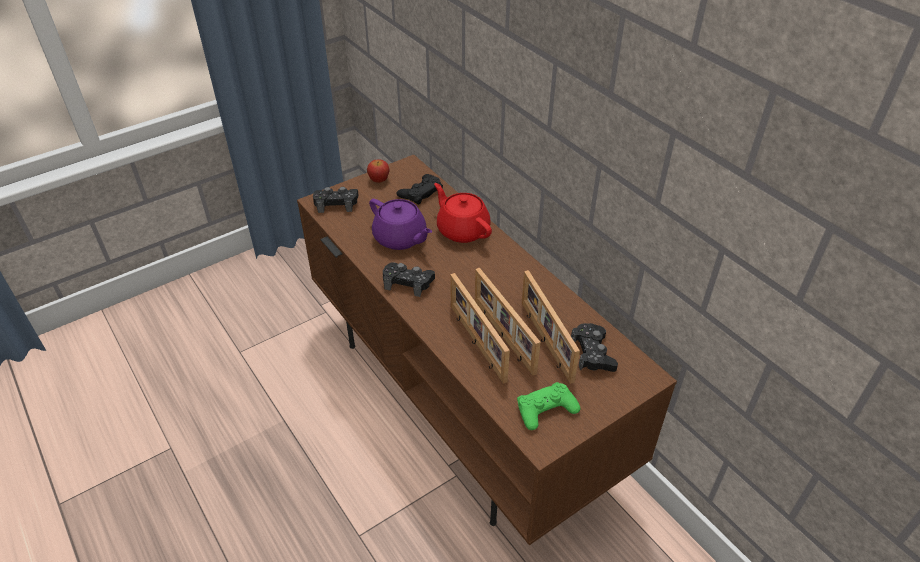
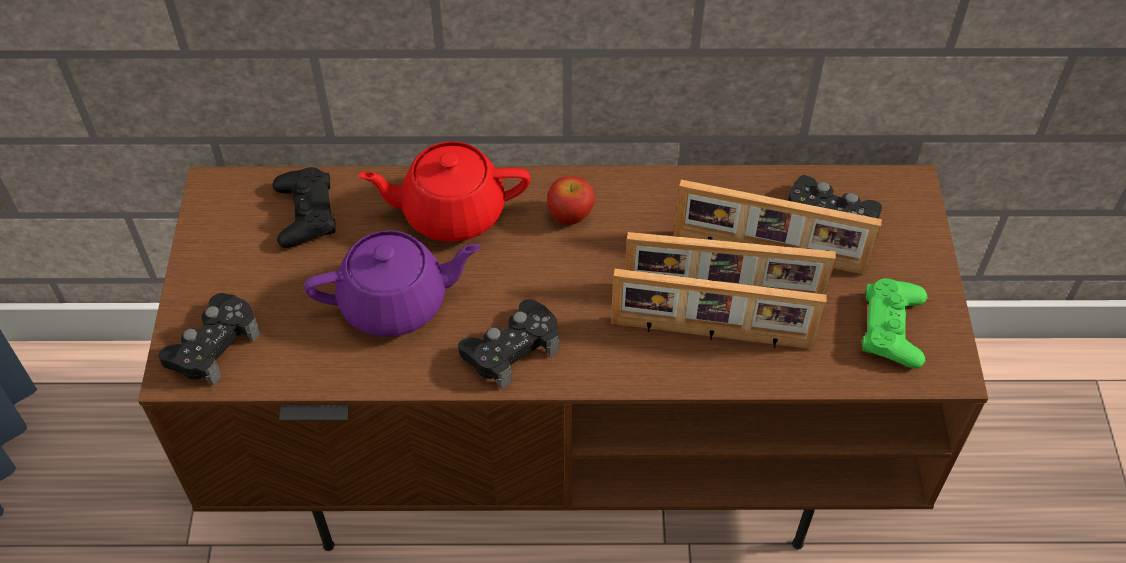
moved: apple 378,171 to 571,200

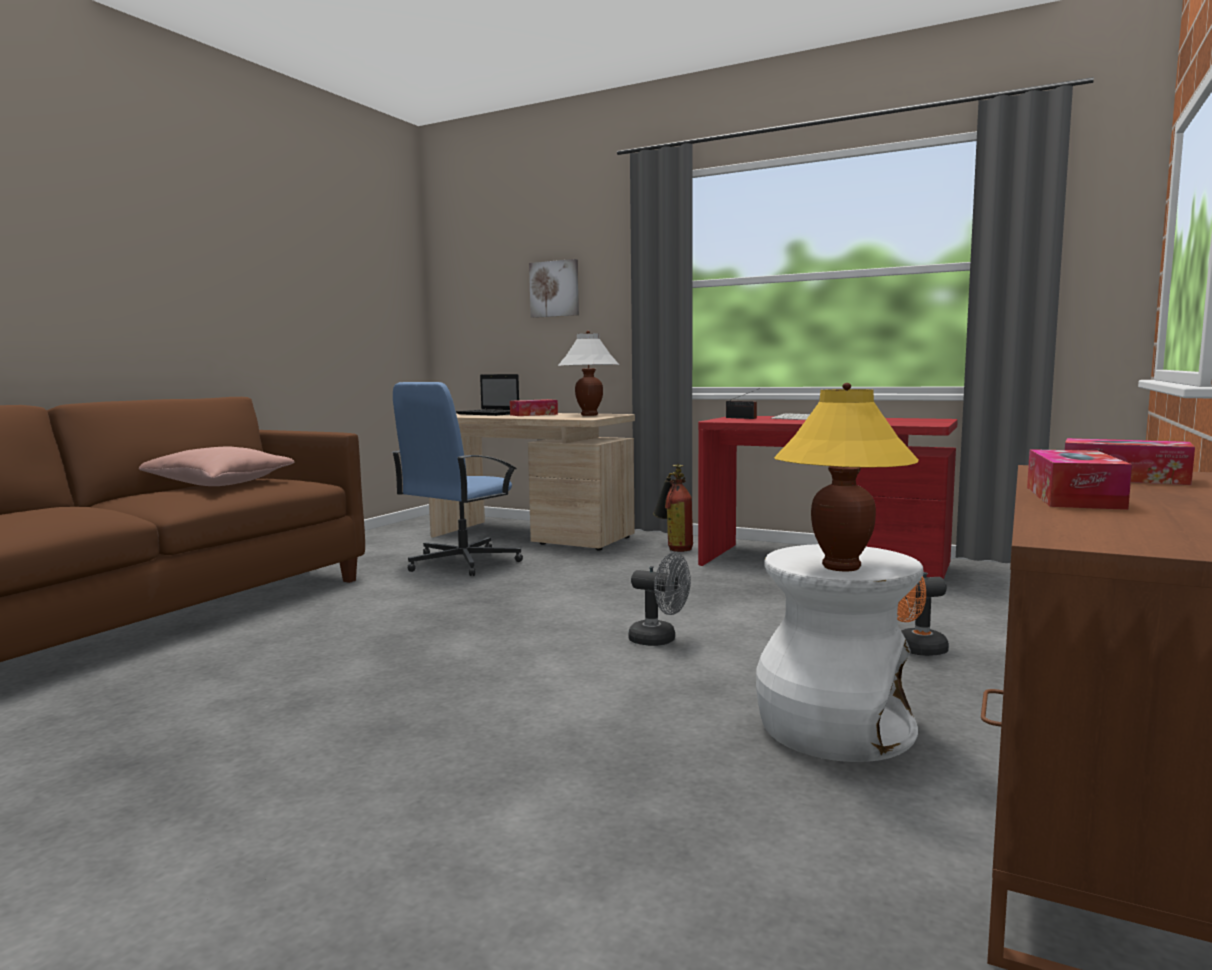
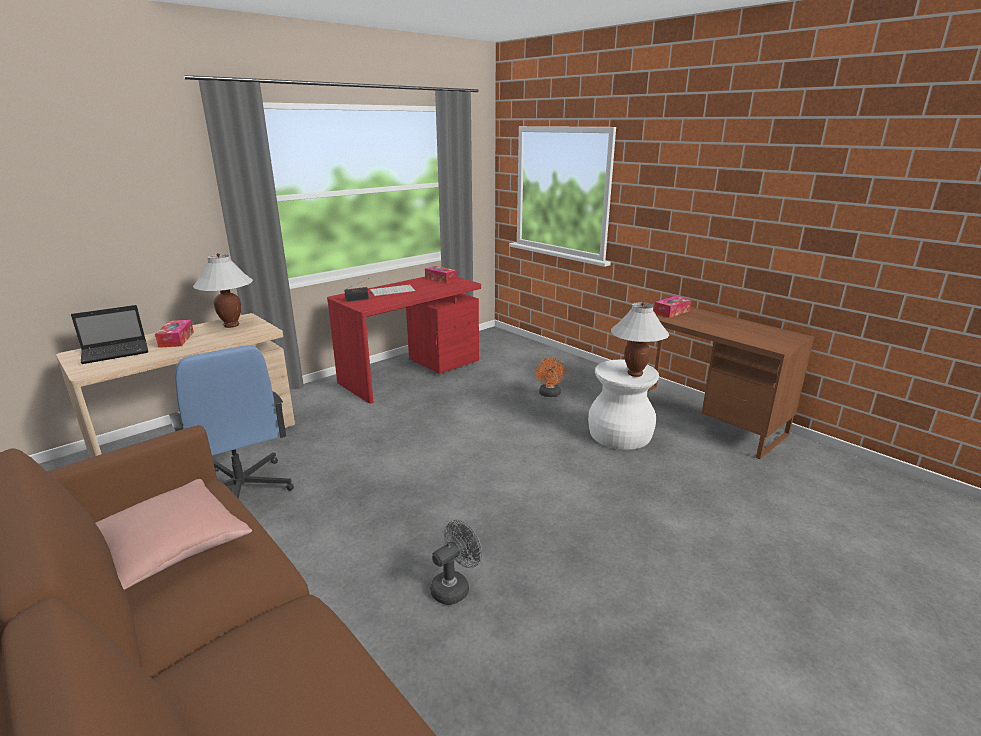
removed: picture 554,288; fire_extinguisher 673,508
moved: grey_fan 659,599 to 456,562; tissue_box 1079,479 to 441,274
recoloured: yellow_table_lamp 846,477 to white_table_lamp 640,339

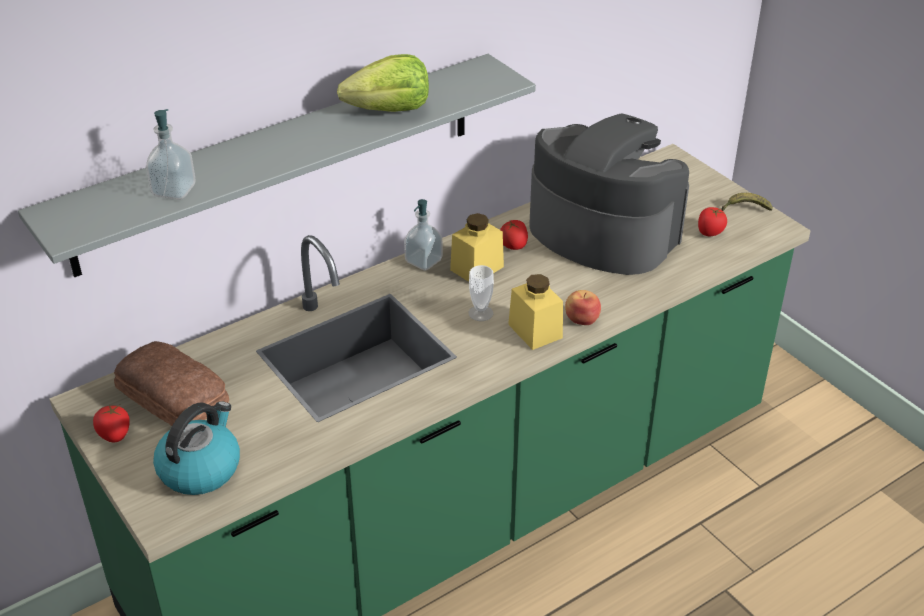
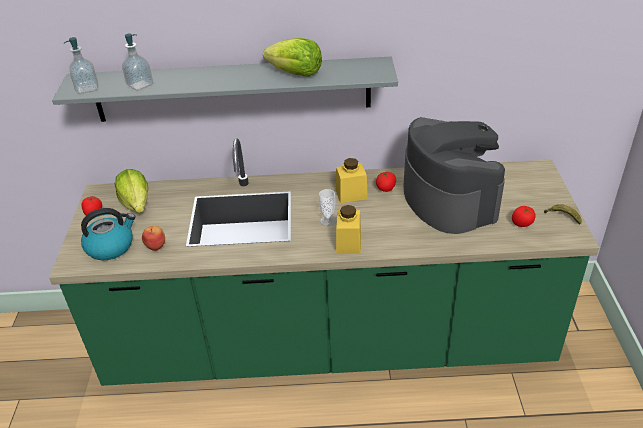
moved: soap_dispenser 423,235 to 81,65; apple 583,307 to 153,238
replaced: bread 171,383 to lettuce 131,191

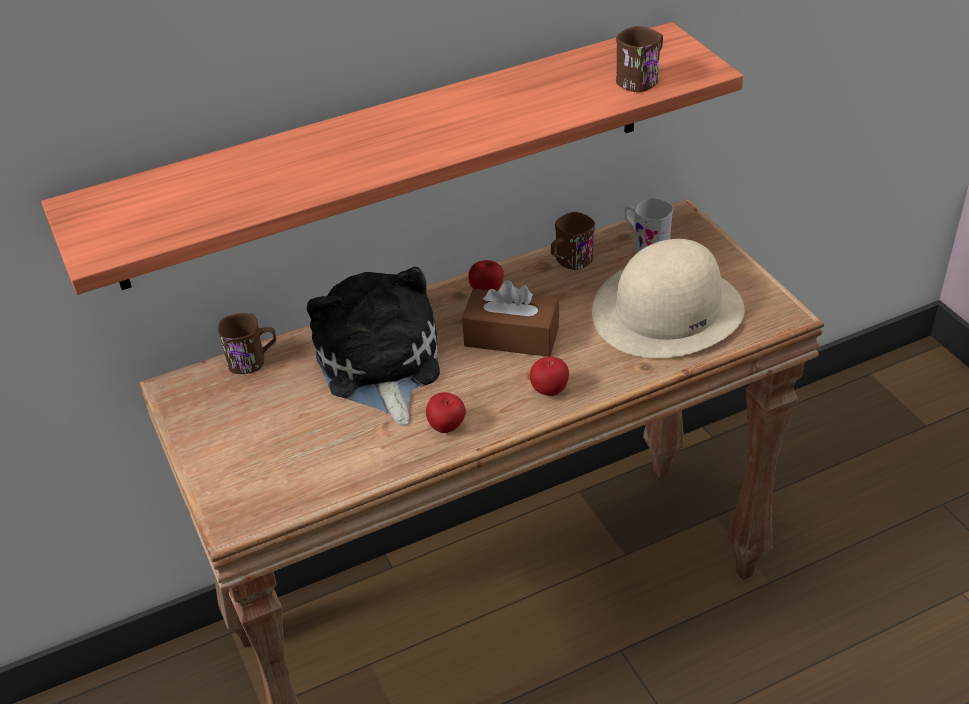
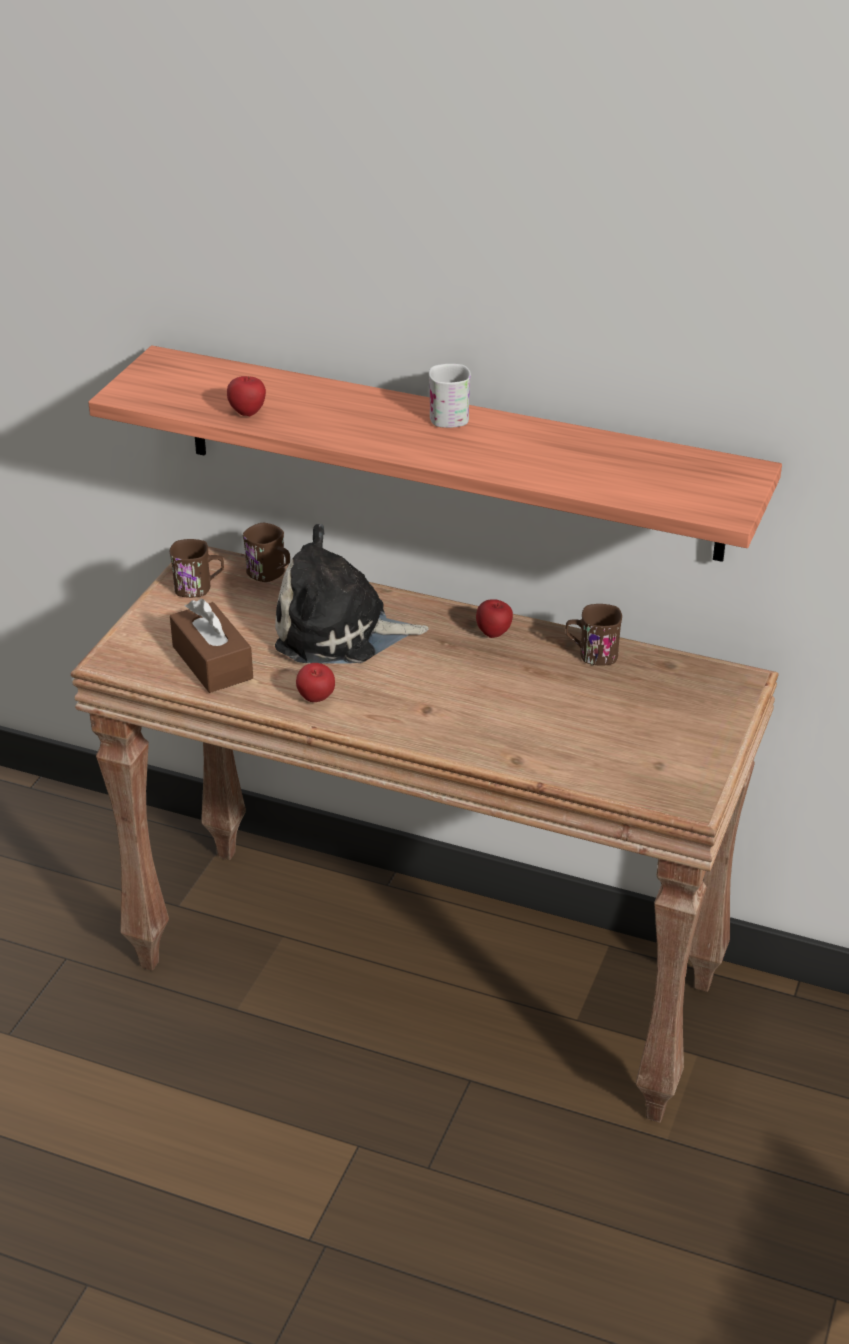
removed: beige_hat 668,298
moved: brown_tissue_box 510,318 to 211,646; apple 549,376 to 246,396; brown_mug 639,59 to 197,568; white_mug 649,224 to 450,396
turned: plush_toy 373,346 = 352,593 120 degrees counterclockwise

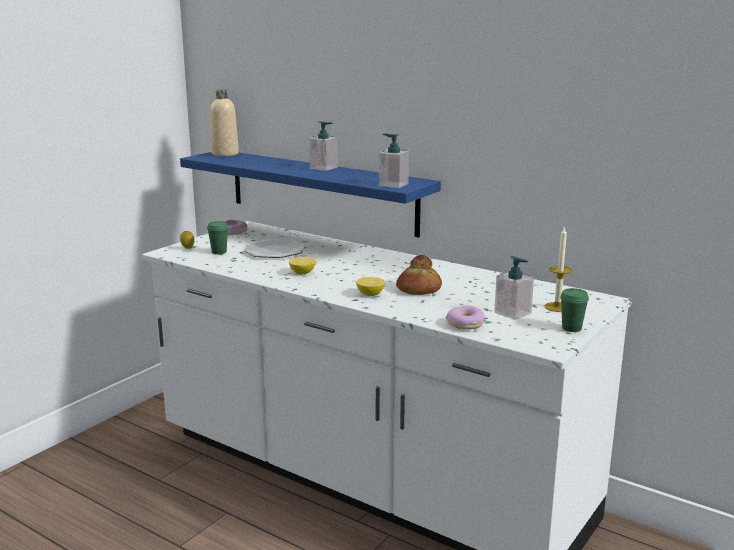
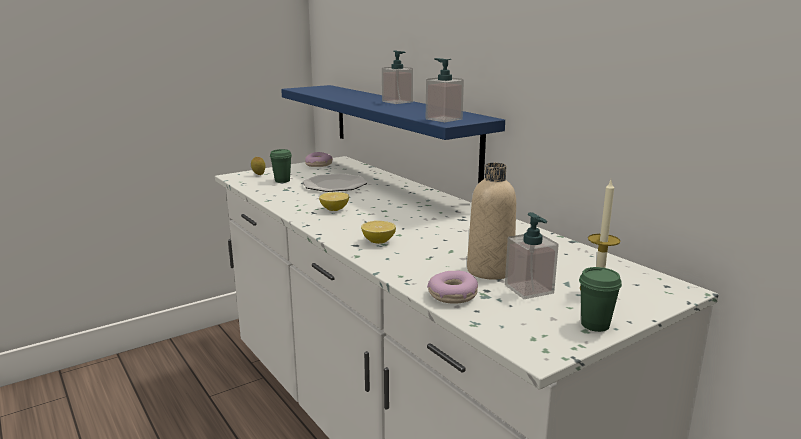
removed: bread 419,275
moved: beige_bottle 224,123 to 491,221

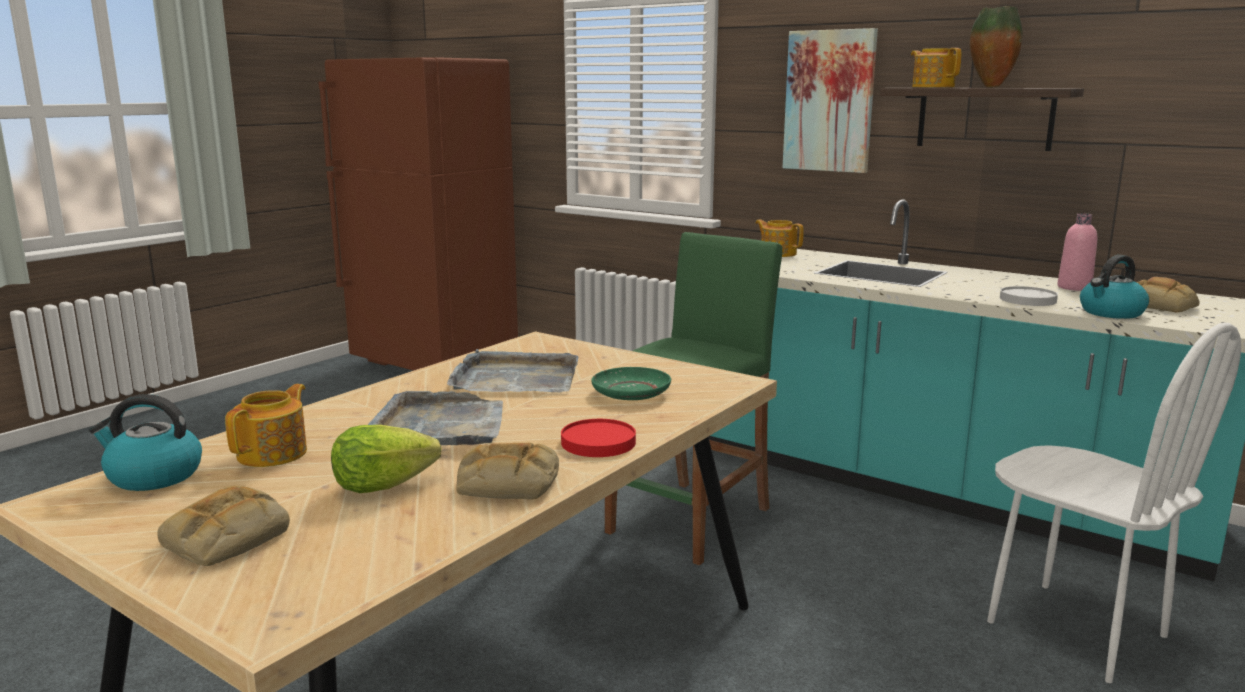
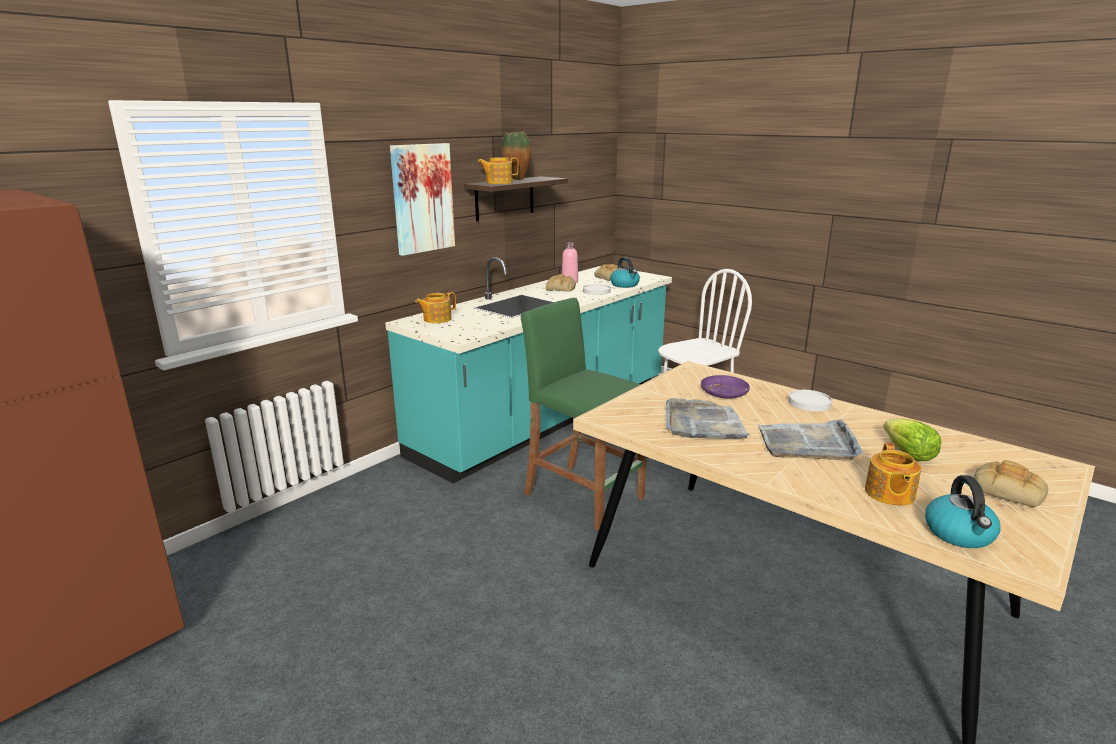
moved: bread 507,471 to 561,283
recoloured: red_plate 598,438 to white_plate 810,401; green_plate 631,383 to purple_plate 725,387
turned: teapot 266,425 = 893,474 105 degrees counterclockwise

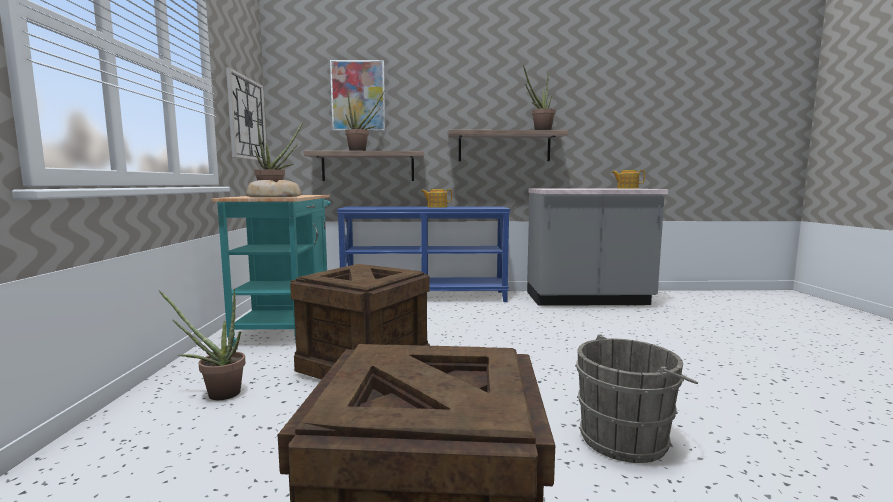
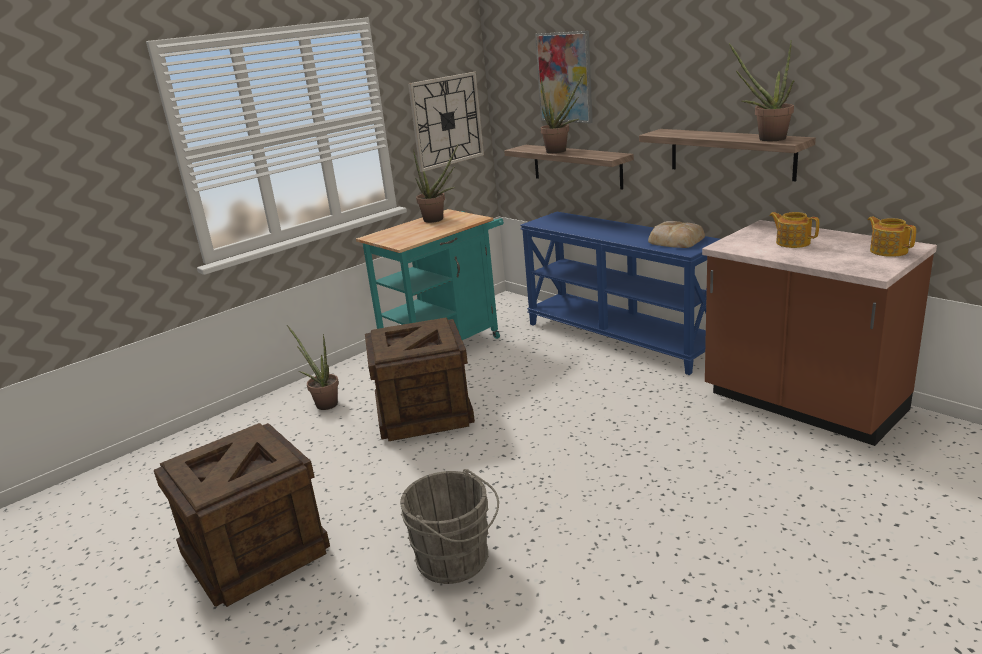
moved: bread 273,188 to 676,234; teapot 436,198 to 794,230
recoloured: grey_counter 597,247 to brown_counter 819,333

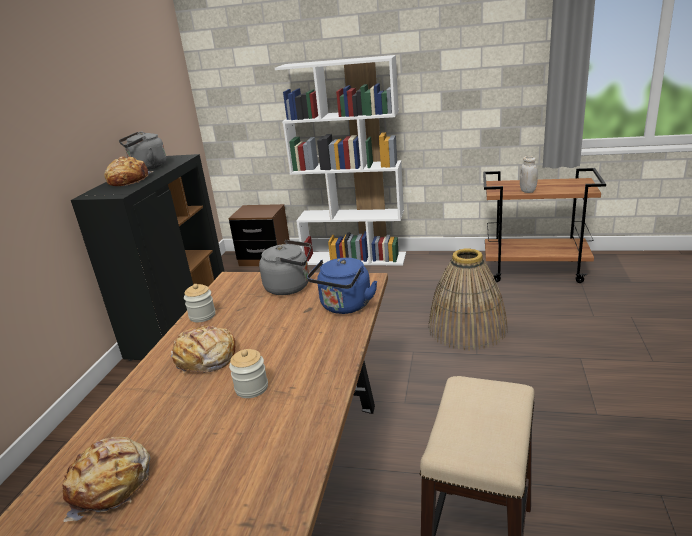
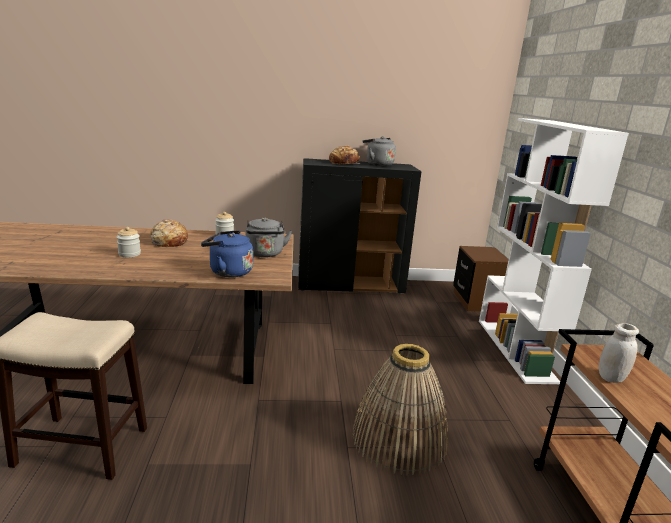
removed: bread 106,479

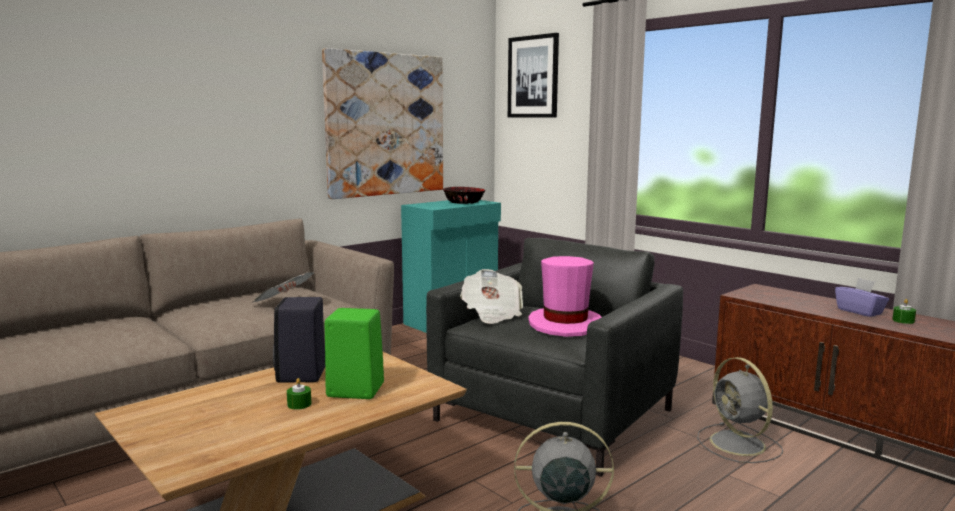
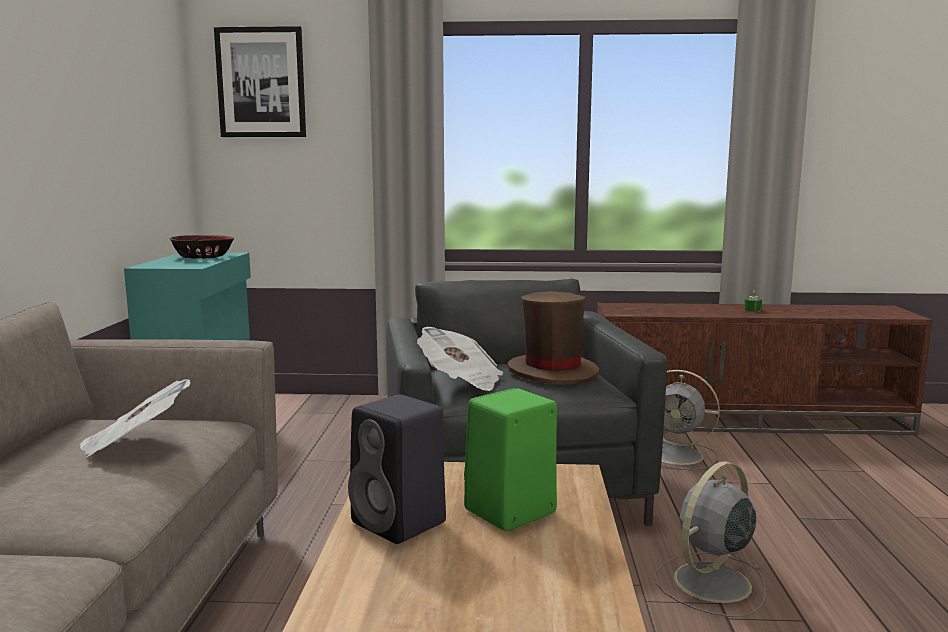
removed: green_candle 299,394; picture 382,123; purple_tissue_box 862,297
recoloured: pink_hat 564,296 to brown_hat 553,338

